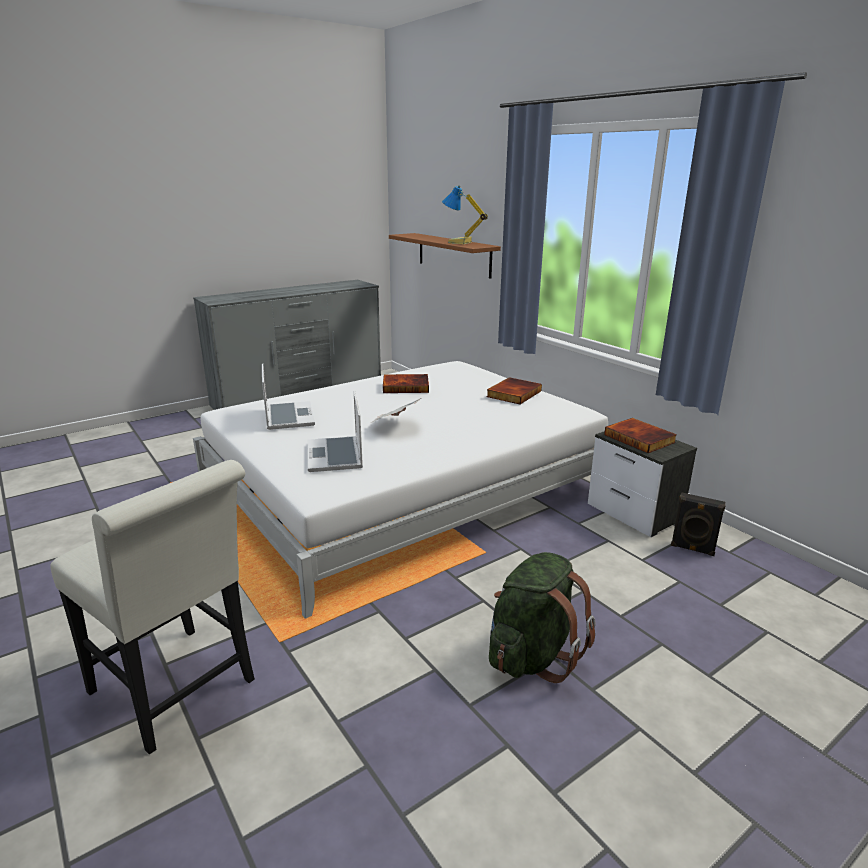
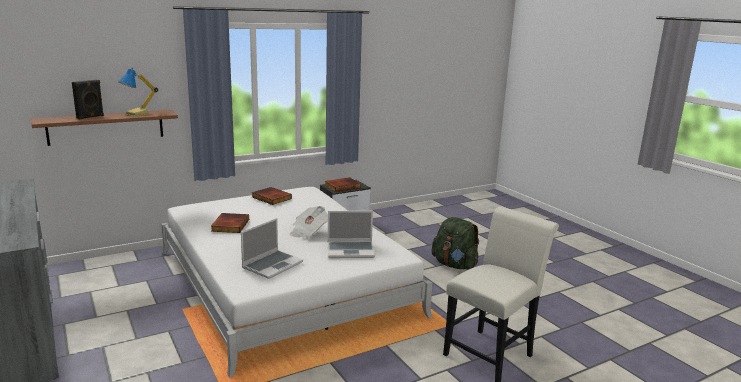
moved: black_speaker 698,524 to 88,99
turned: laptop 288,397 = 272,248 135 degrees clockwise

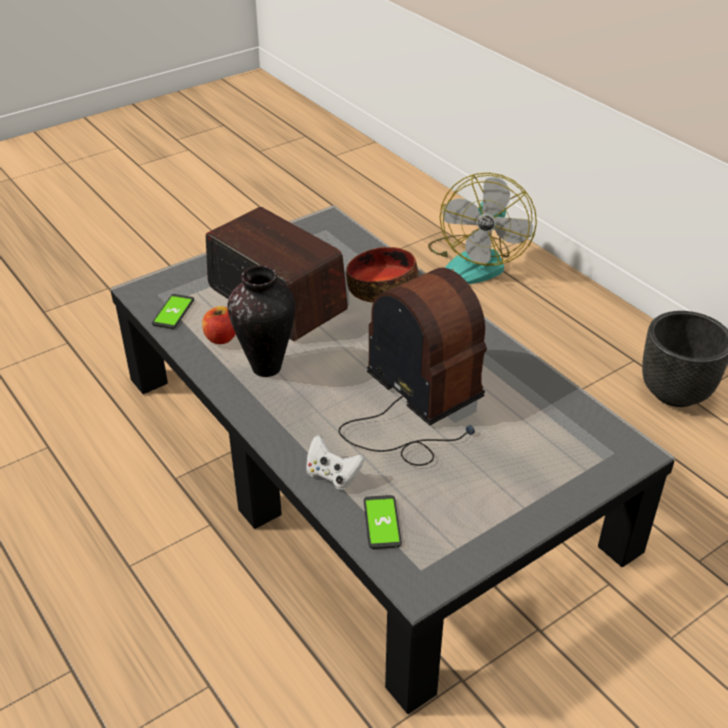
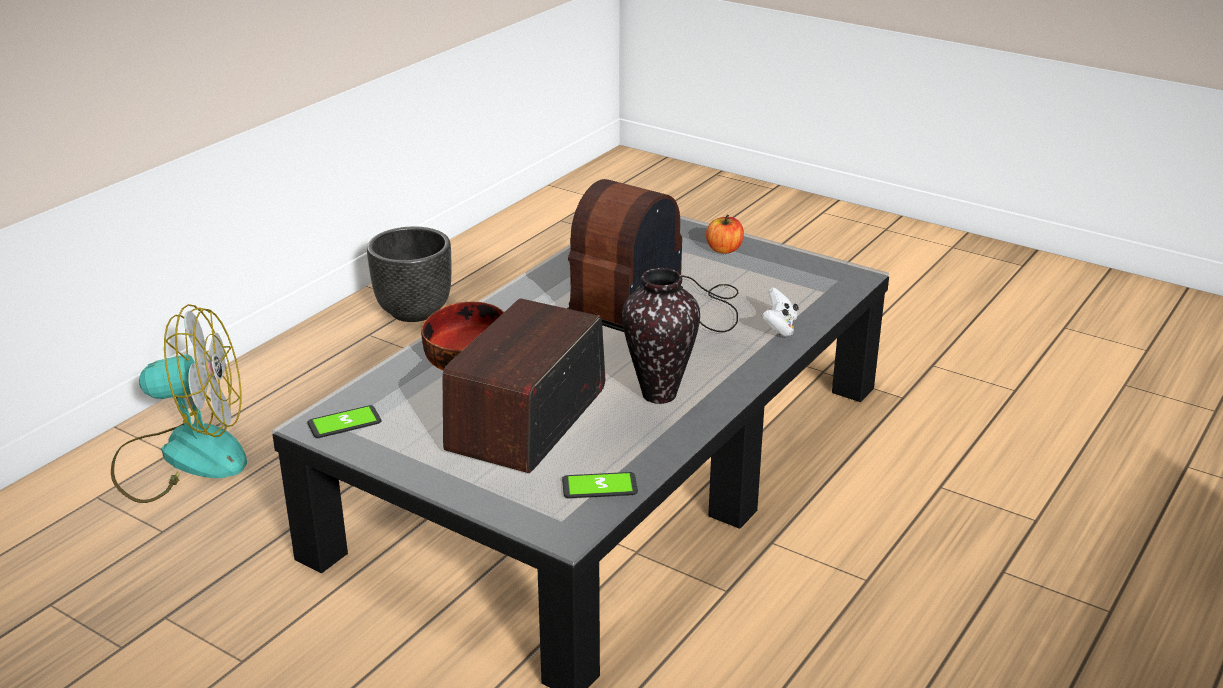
moved: apple 219,325 to 725,234; phone 383,522 to 344,421

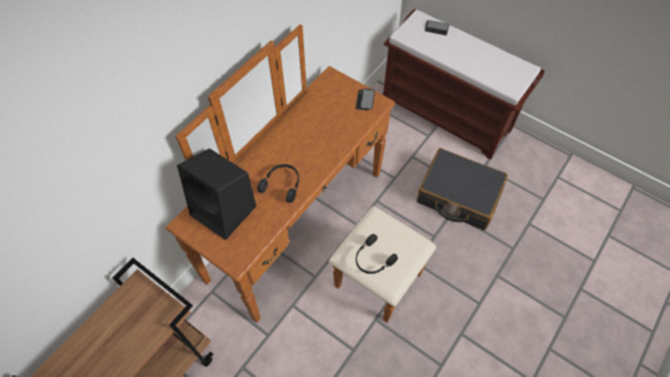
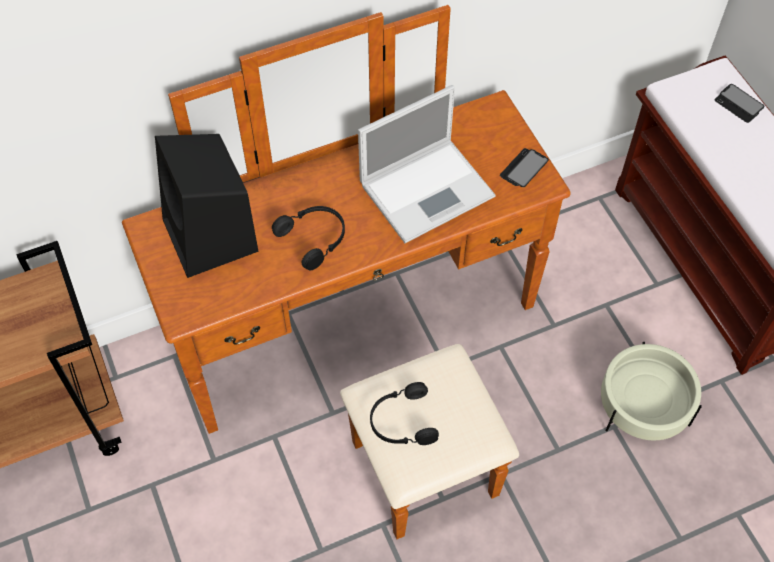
added: laptop 427,164
replaced: black_suitcase 462,189 to beige_planter 651,391

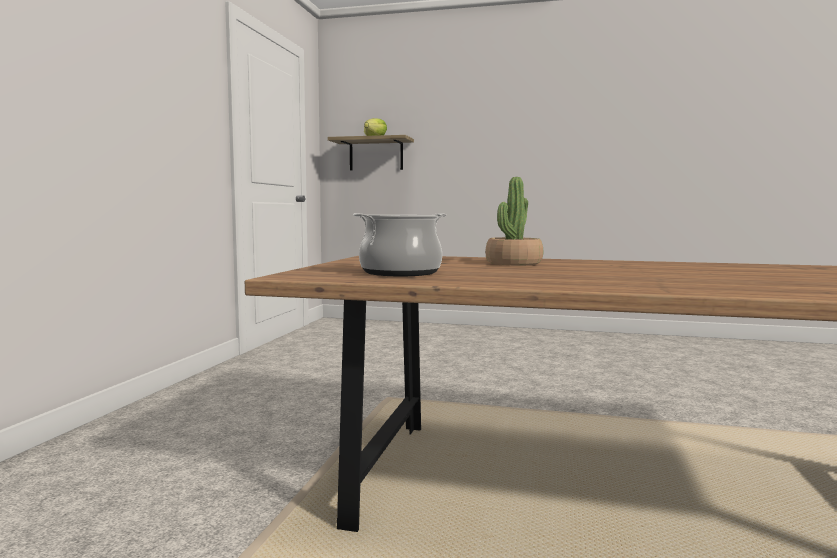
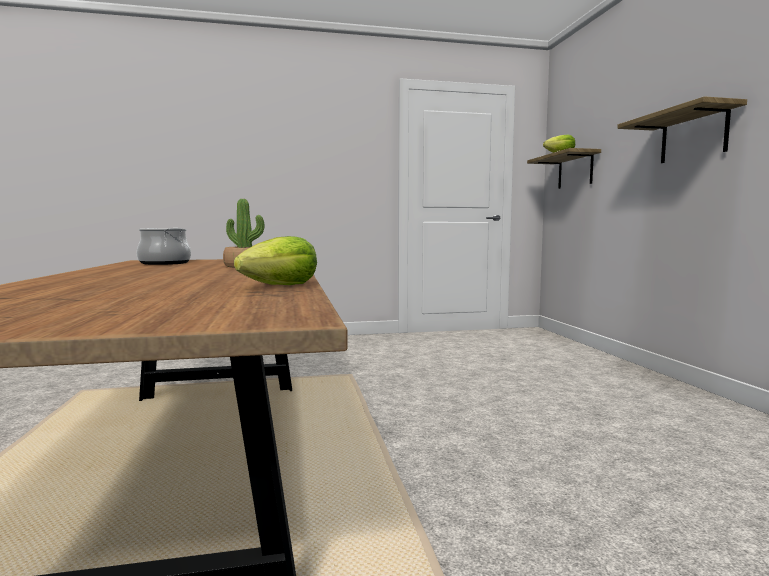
added: lettuce 275,260; shelf 682,129

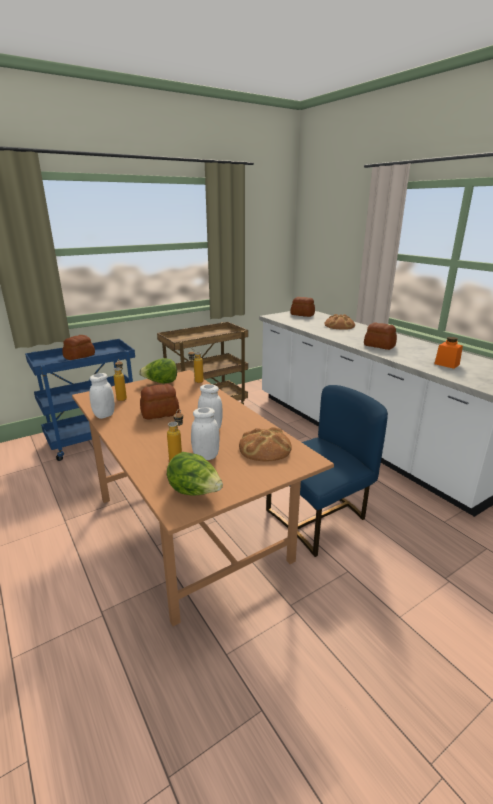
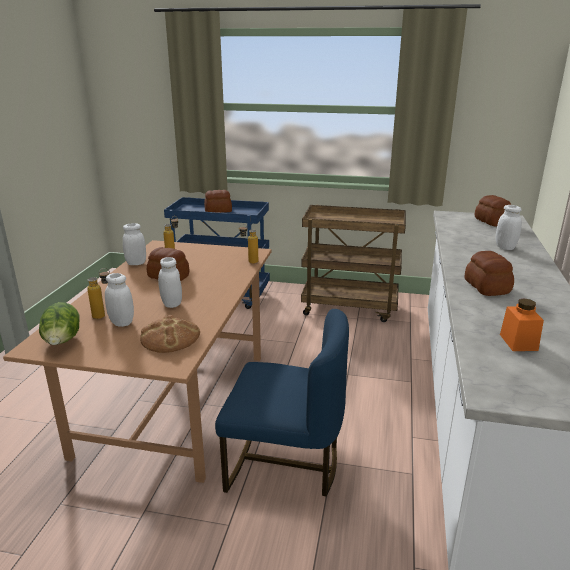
removed: lettuce 158,371
replaced: bread 339,322 to white_jar 508,227

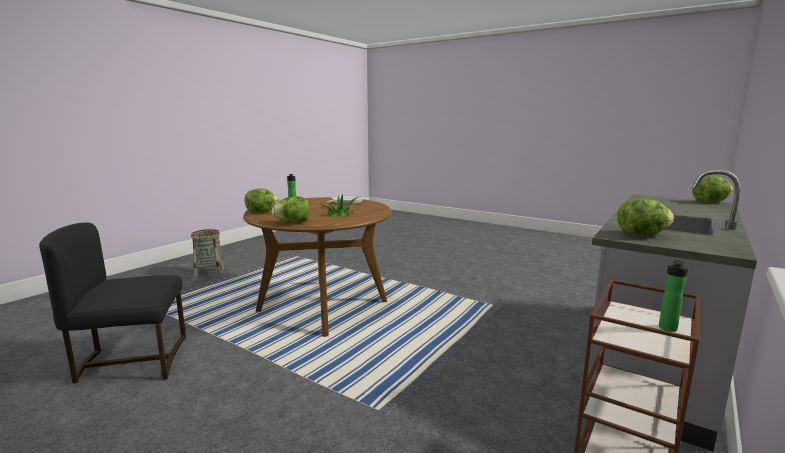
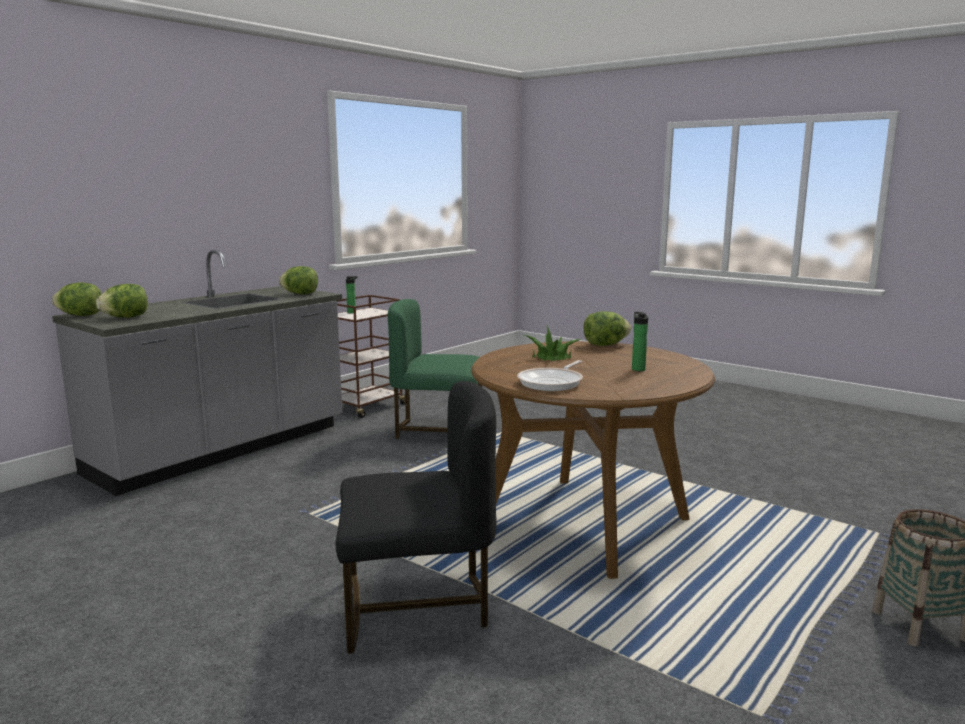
added: green_chair 435,369
moved: black_chair 112,302 to 416,517; lettuce 262,201 to 122,301

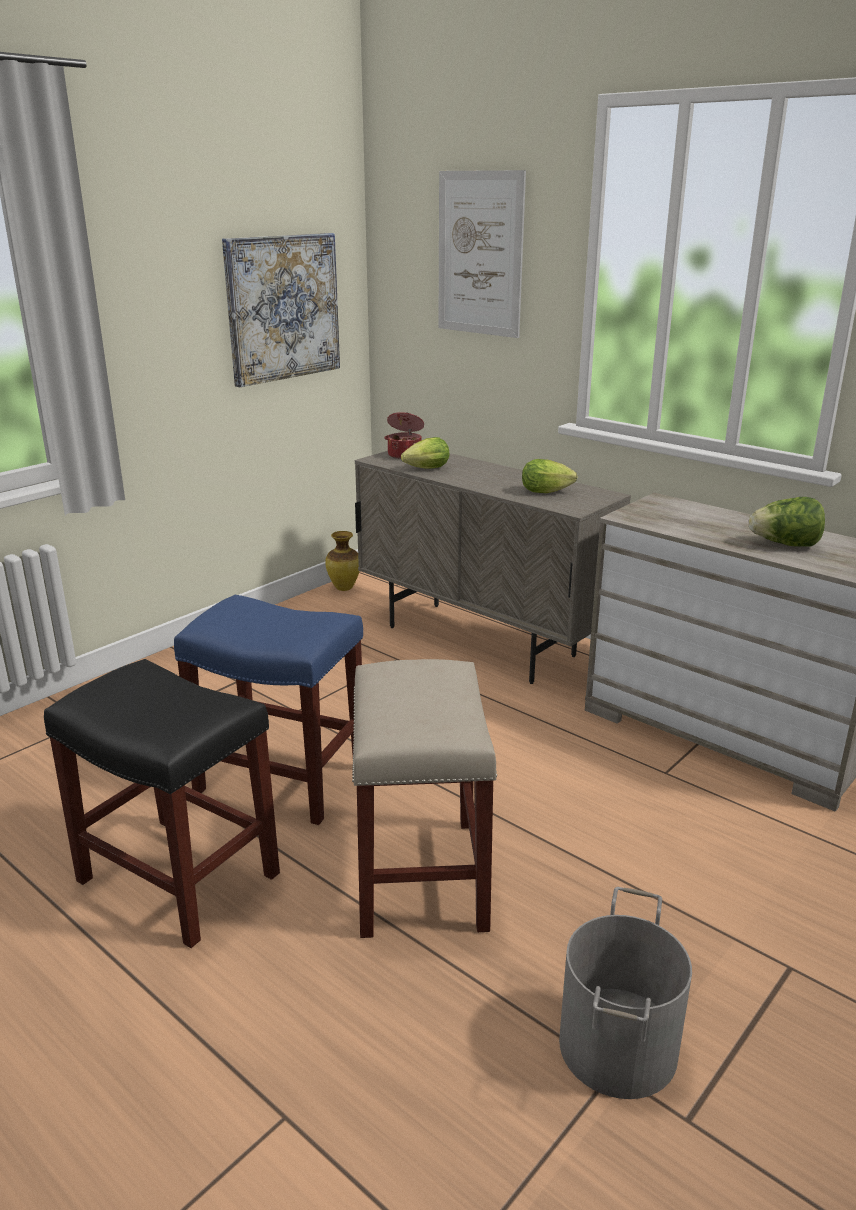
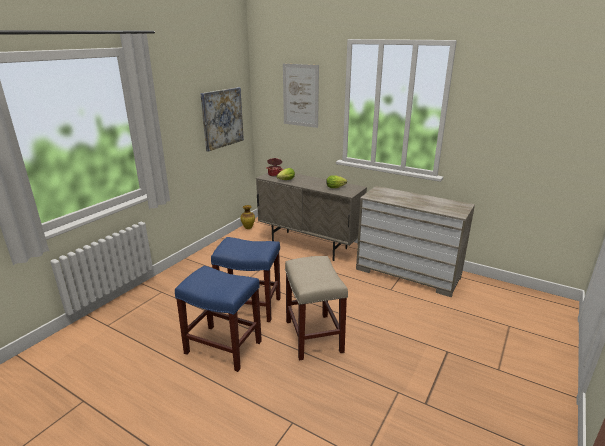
removed: grey_bucket 625,993; lettuce 787,522
recoloured: black_stool 162,803 to blue_stool 218,319

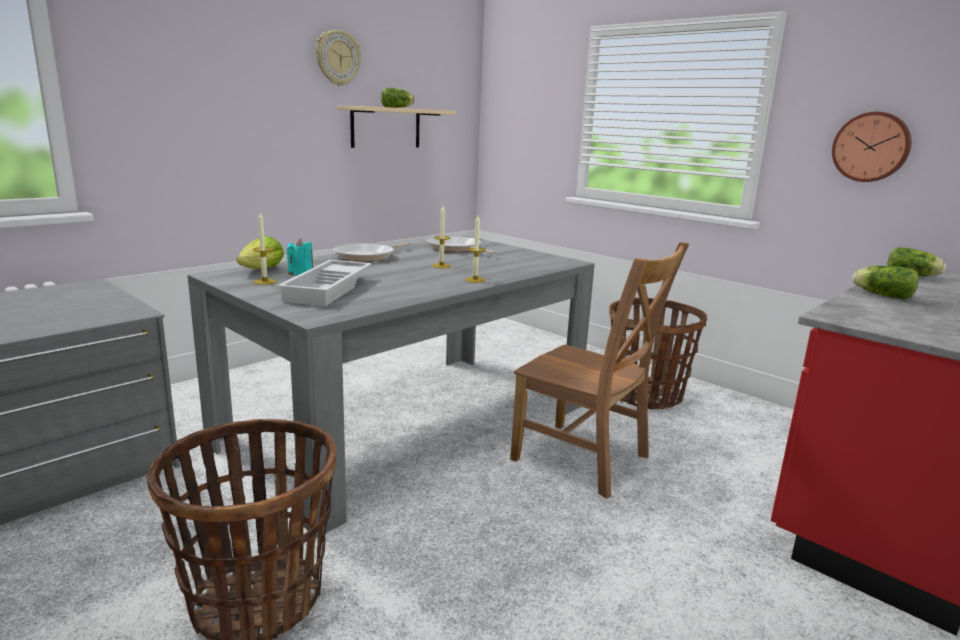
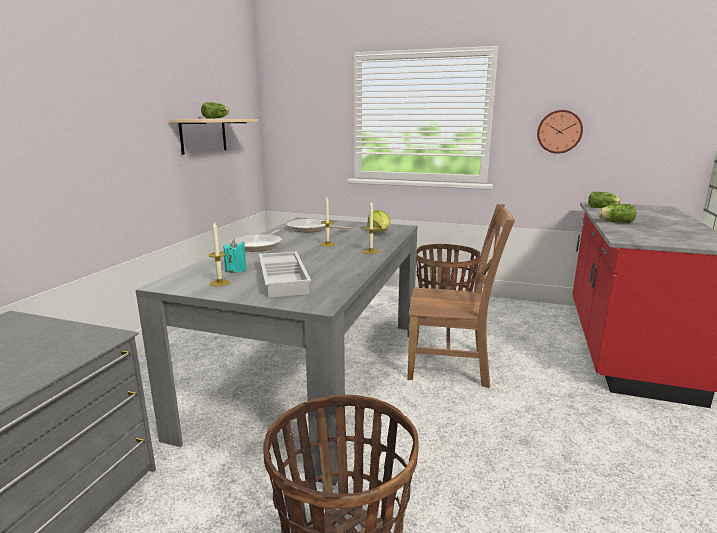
removed: wall_clock 338,58
moved: lettuce 260,252 to 379,221

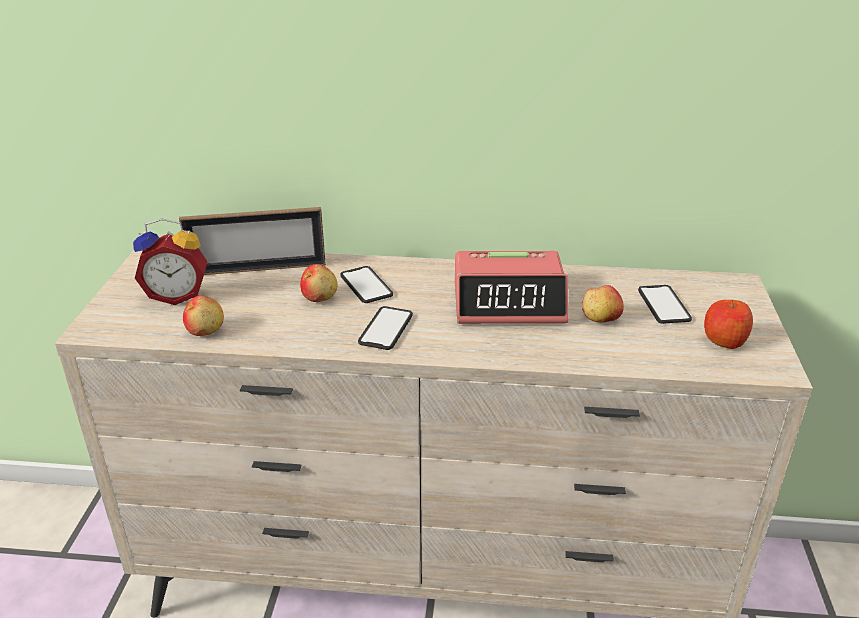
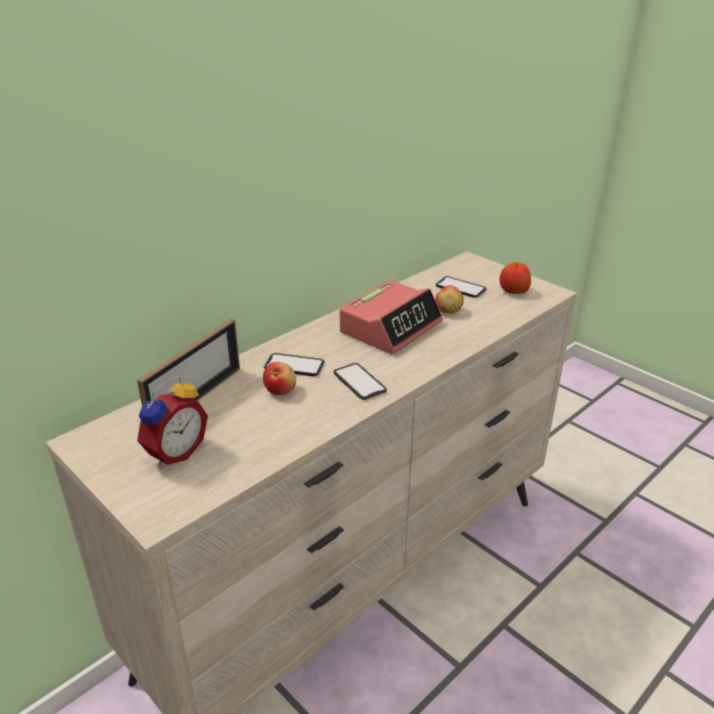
removed: apple 203,315

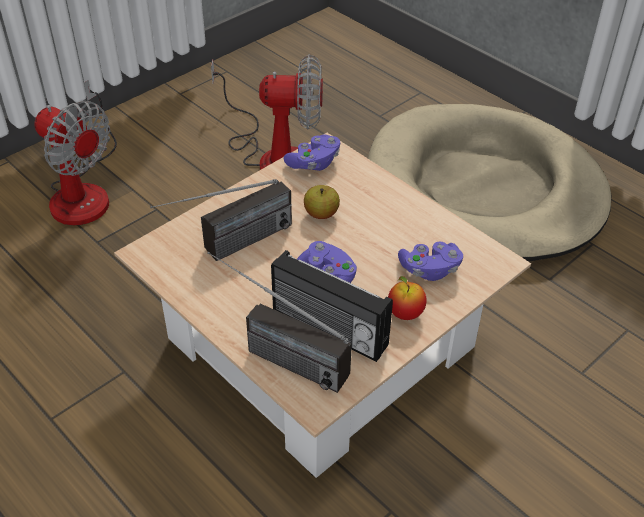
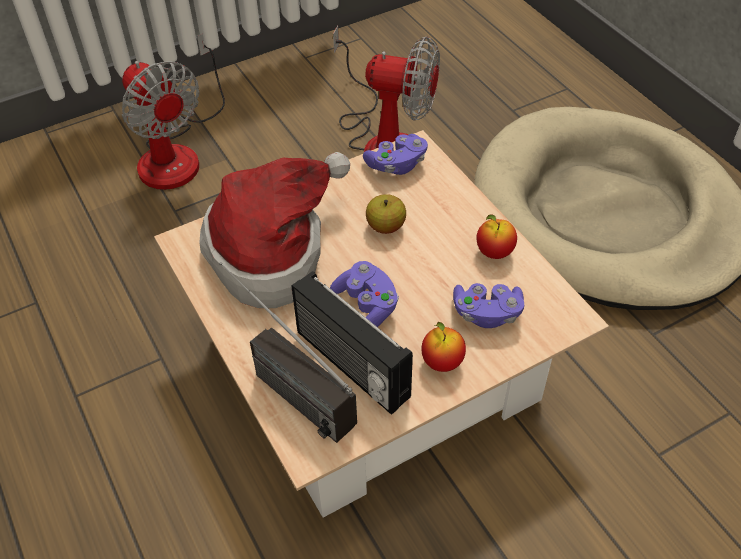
added: apple 496,237
replaced: radio 221,220 to hat 274,230

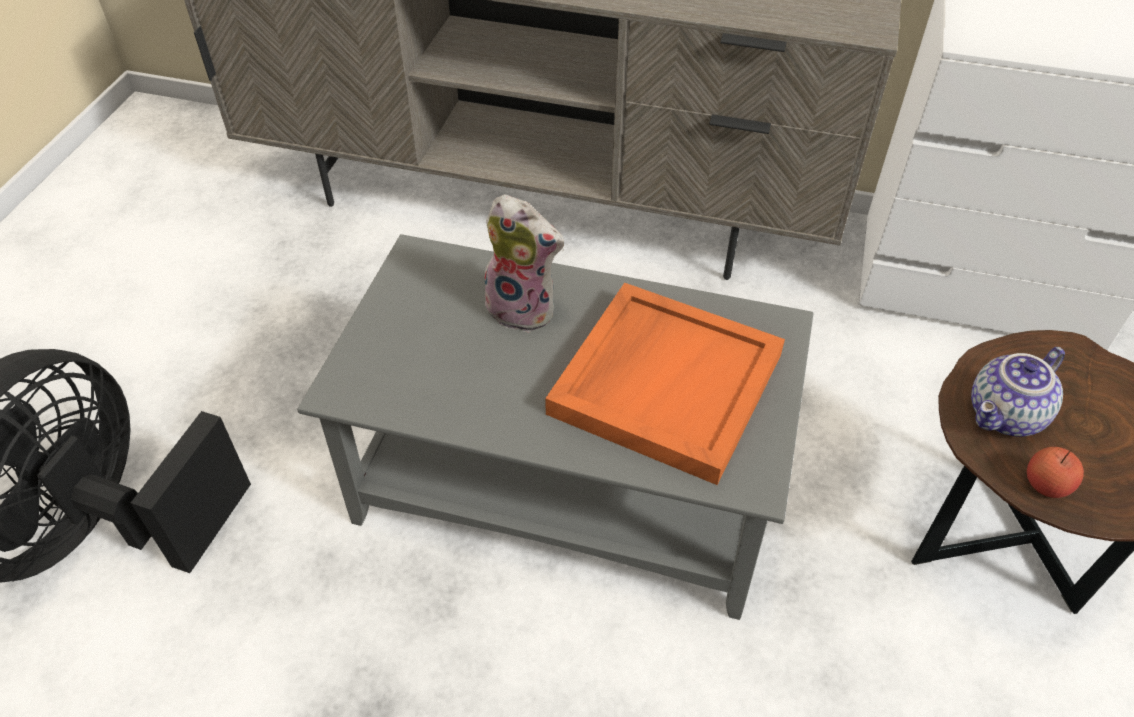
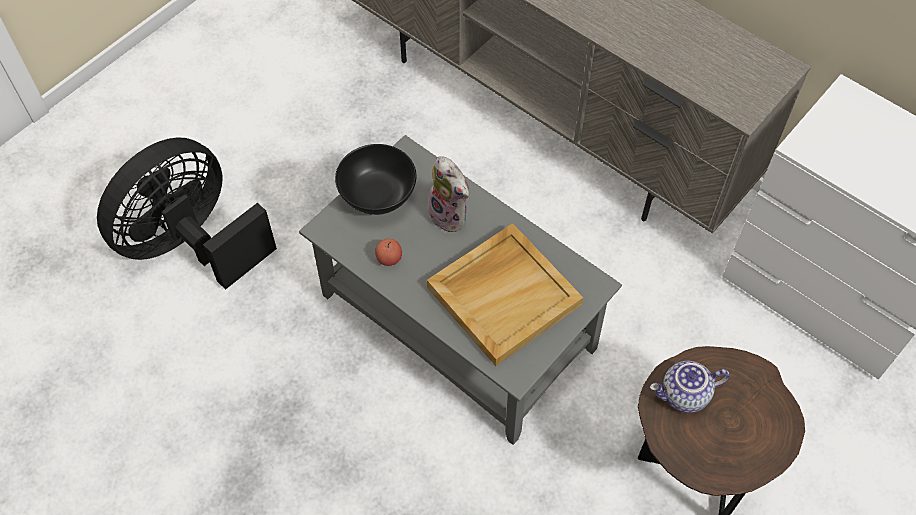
added: black_bowl 375,179
moved: apple 1055,472 to 388,252
recoloured: orange_tray 665,384 to beige_tray 505,294

